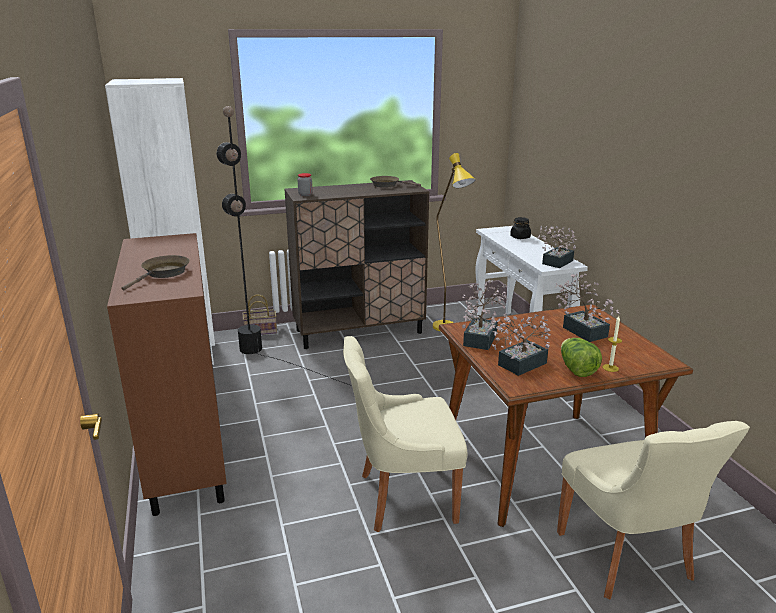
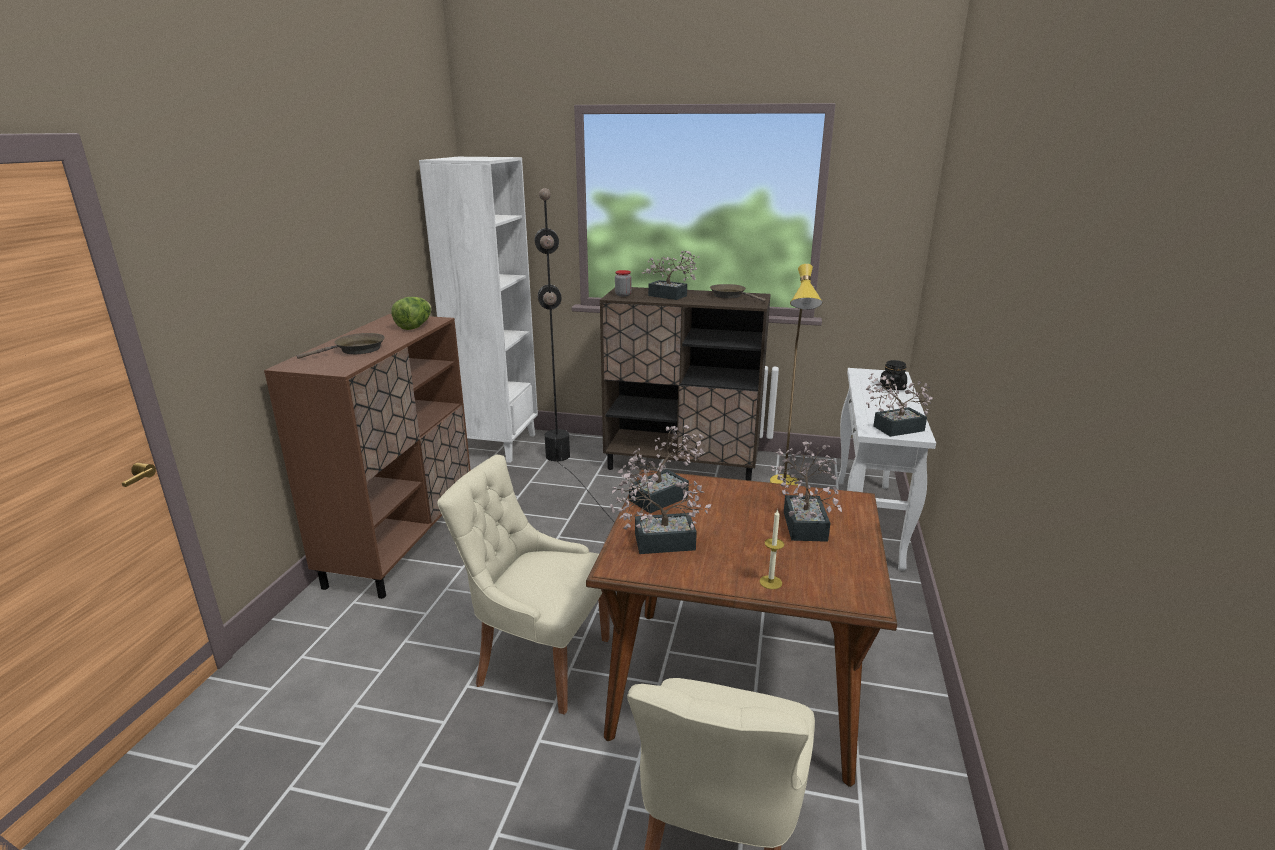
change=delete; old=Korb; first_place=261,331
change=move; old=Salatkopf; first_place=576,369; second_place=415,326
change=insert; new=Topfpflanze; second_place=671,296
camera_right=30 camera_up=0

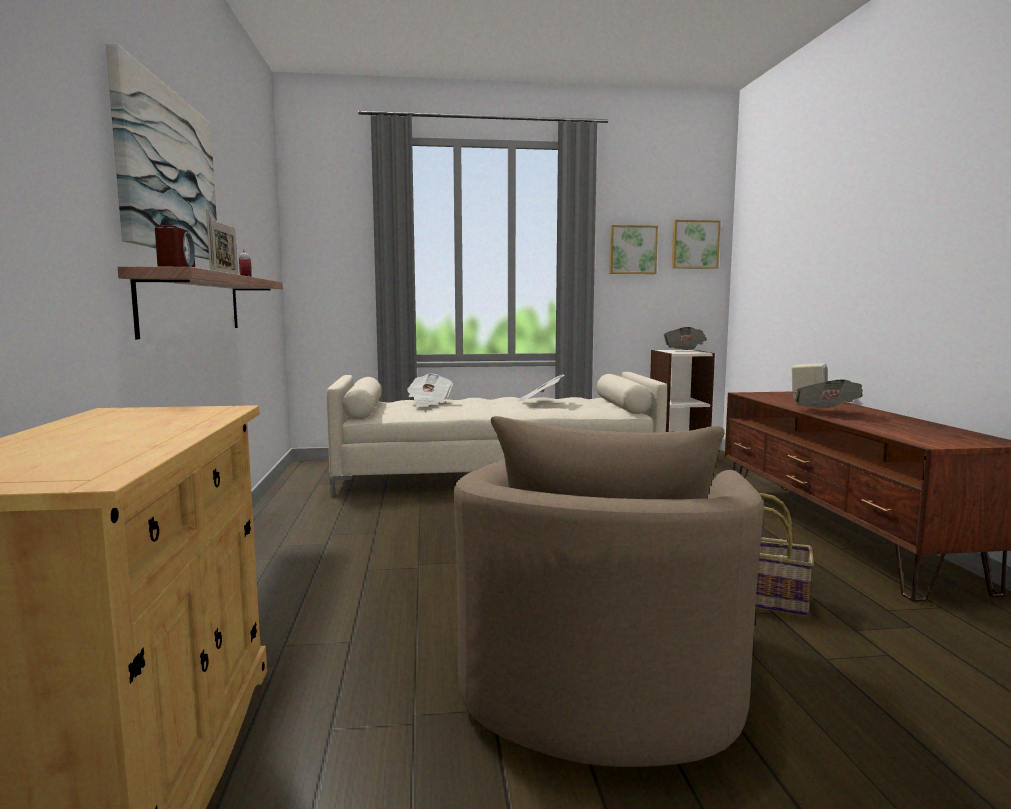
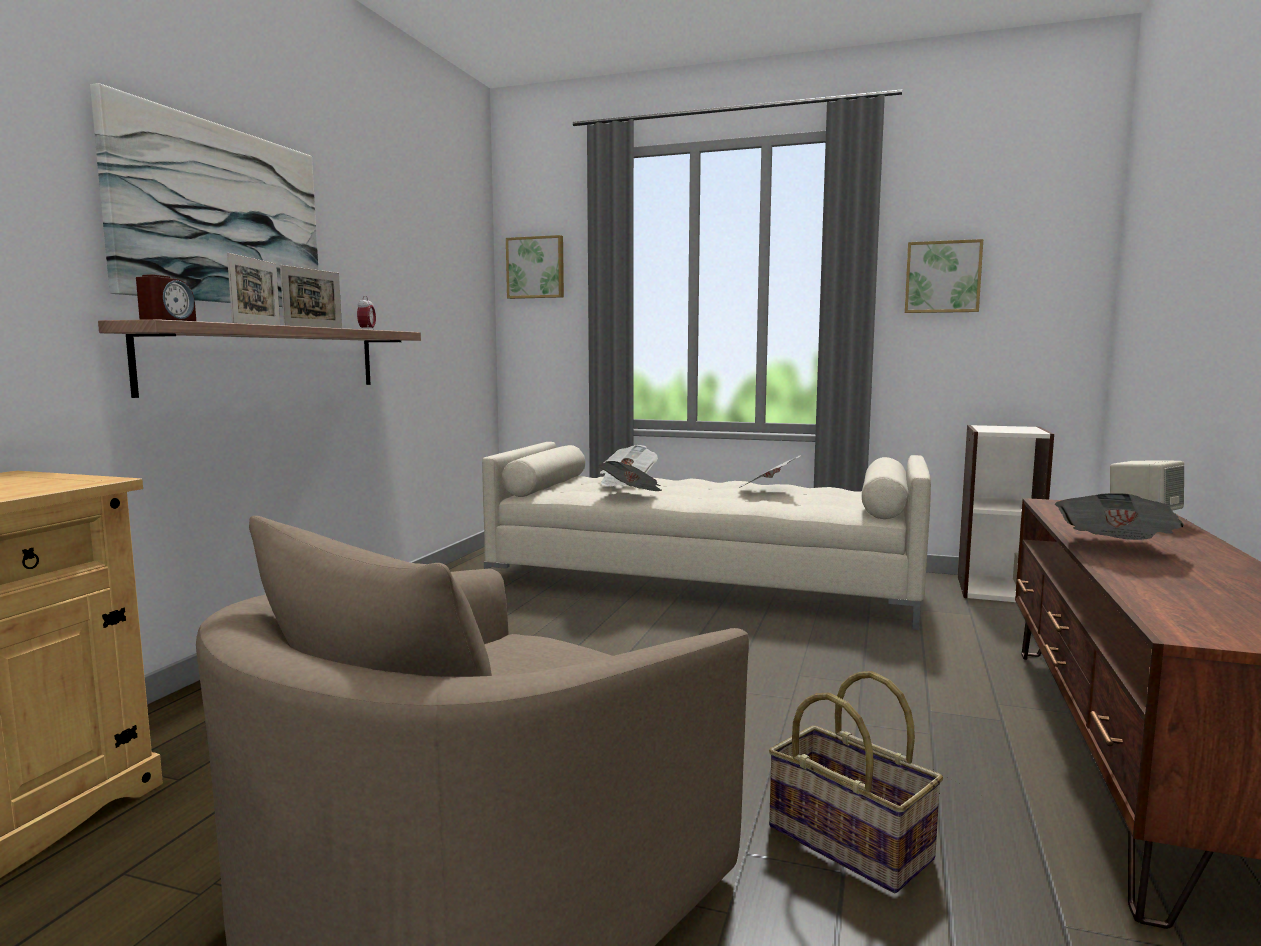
change=move; old=Bild; first_place=694,244; second_place=536,267
change=move; old=Zeitung; first_place=684,351; second_place=632,494
camera_right=25 camera_up=0

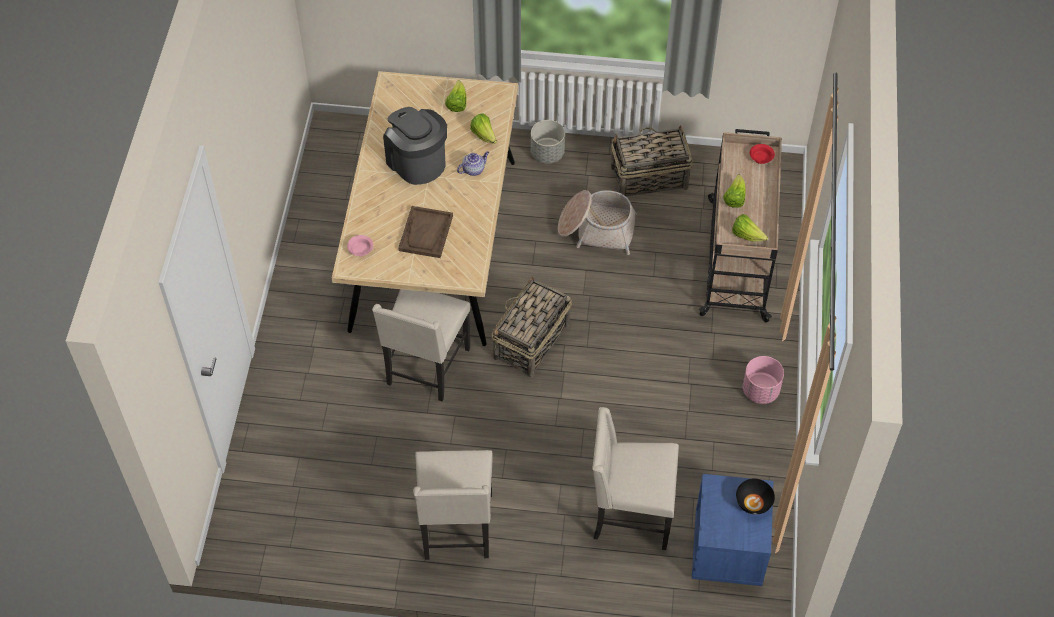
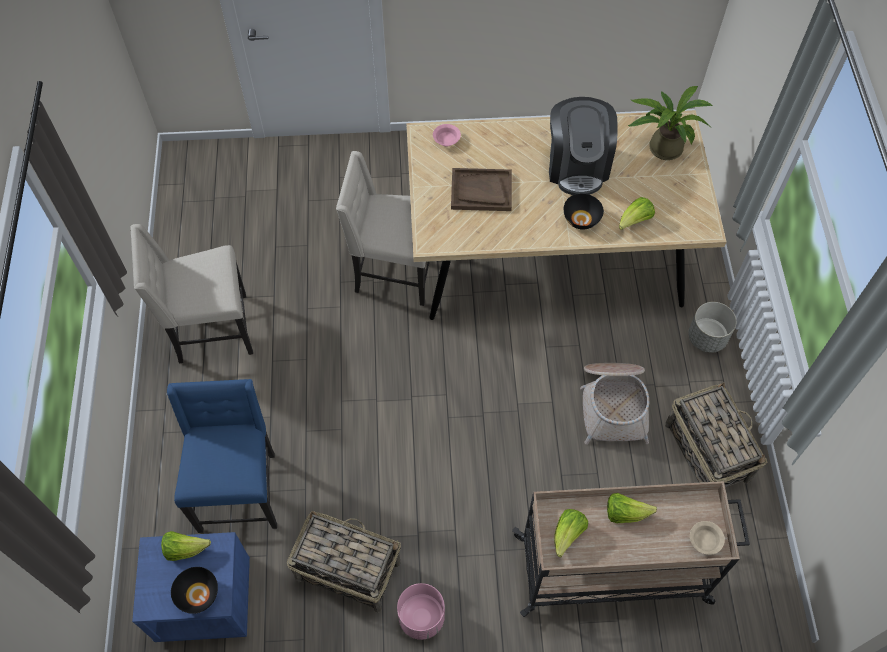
change=move; old=Salatkopf; first_place=457,103; second_place=185,549
change=rotate; old=Kaffeemaschine; first_place=416,161; second_place=577,166; degrees=135
change=recolor; old=Schüssel (rot); new=Schüssel (beige); first_place=761,158; second_place=704,540
change=replace; old=Teekanne; new=Schüssel (schwarz); first_place=473,169; second_place=582,219
change=move; old=Korb; first_place=531,342; second_place=347,570
change=recolor; old=Stuhl (beige); new=Stuhl (blau); first_place=630,515; second_place=239,490
change=insert; new=Topfpflanze; second_place=661,146
camera_right=80 camera_up=5

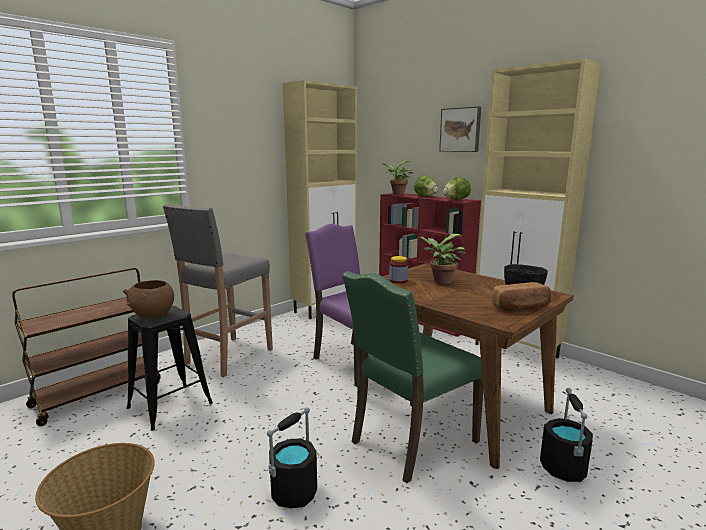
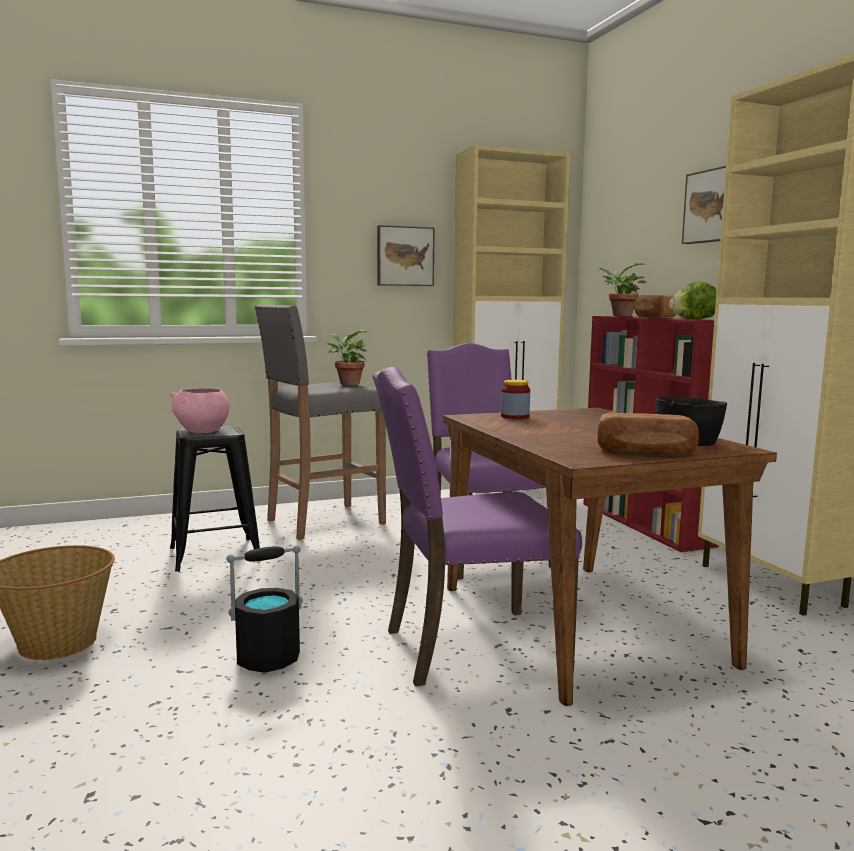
change=replace; old=Salatkopf; new=Brot; first_place=425,197; second_place=653,317
change=move; old=Topfpflanze; first_place=440,281; second_place=347,384
change=delete; old=Rollwagen (braun); first_place=98,394
change=recolor; old=Stuhl (grün); new=Stuhl (lila); first_place=410,441; second_place=469,648
change=recolor; old=Schüssel (braun); new=Schüssel (rosa); first_place=153,316; second_place=202,431
change=delete; old=Eimer (schwarz); first_place=564,468
change=insert; new=Bild; second_place=404,256
camera_right=25 camera_up=-5

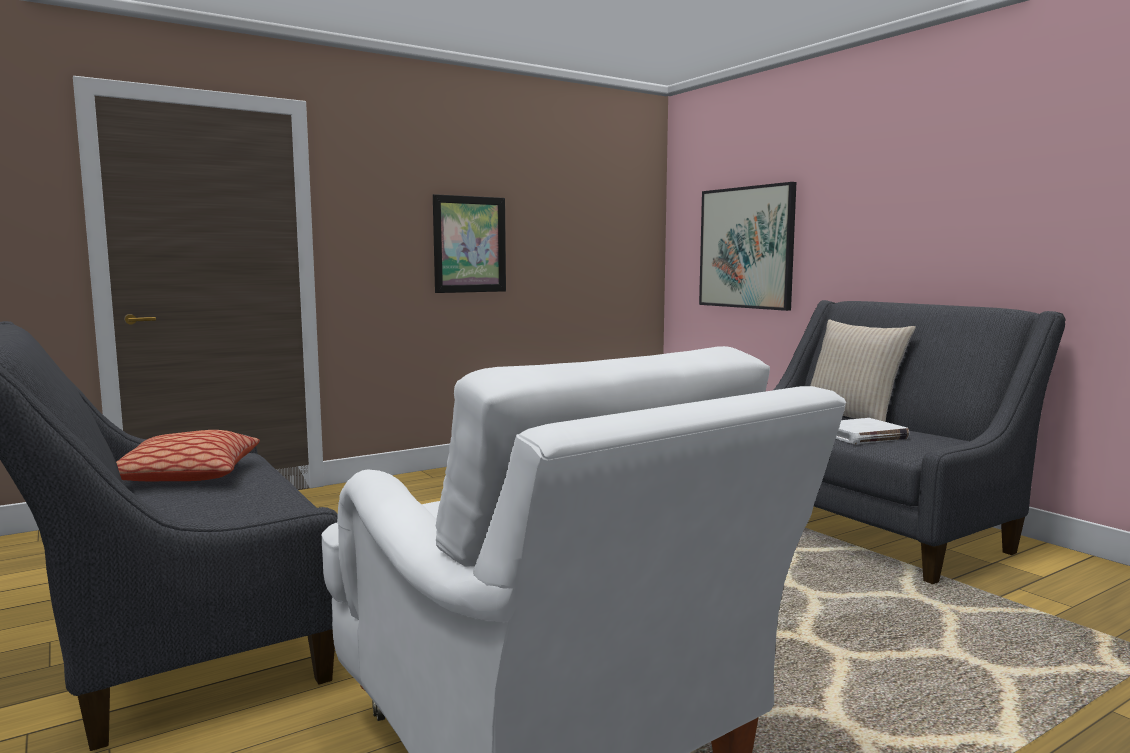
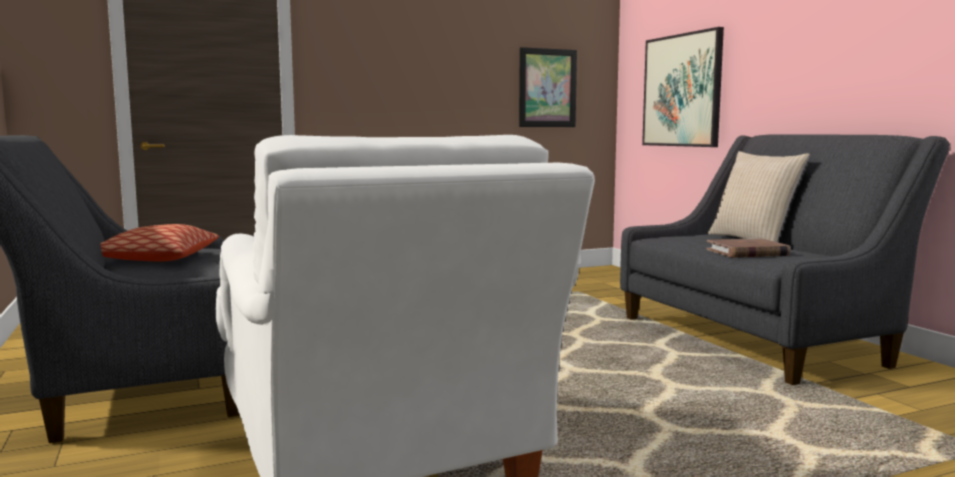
change=move; old=Bild; first_place=469,244; second_place=547,88
change=recolor; old=Buch (weiß); new=Buch (braun); first_place=862,436; second_place=747,252
camera_right=10 camera_up=0

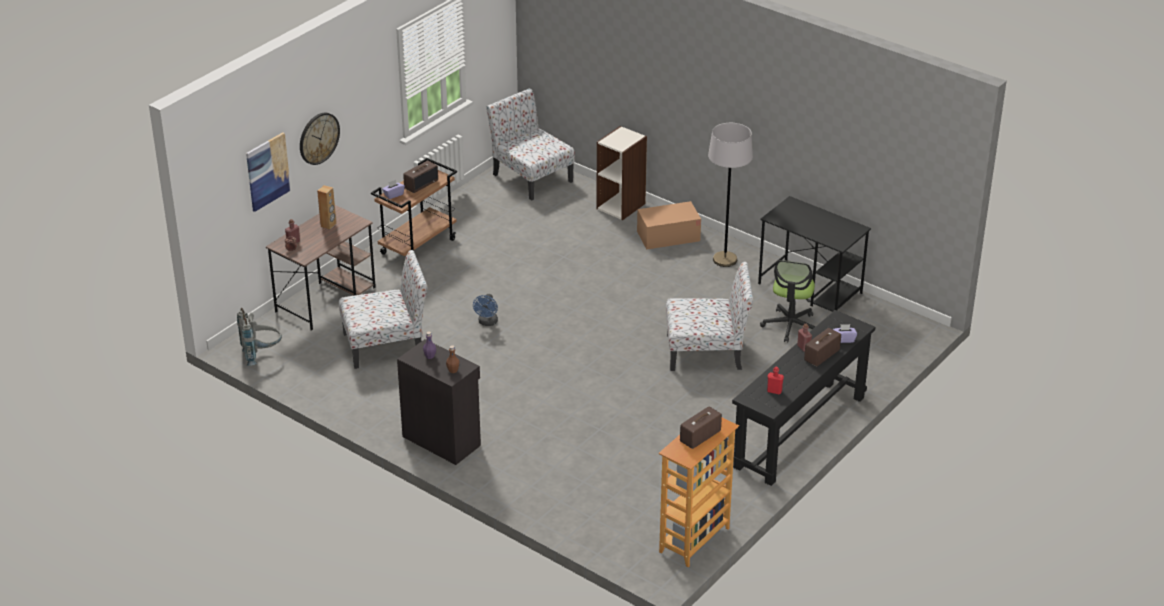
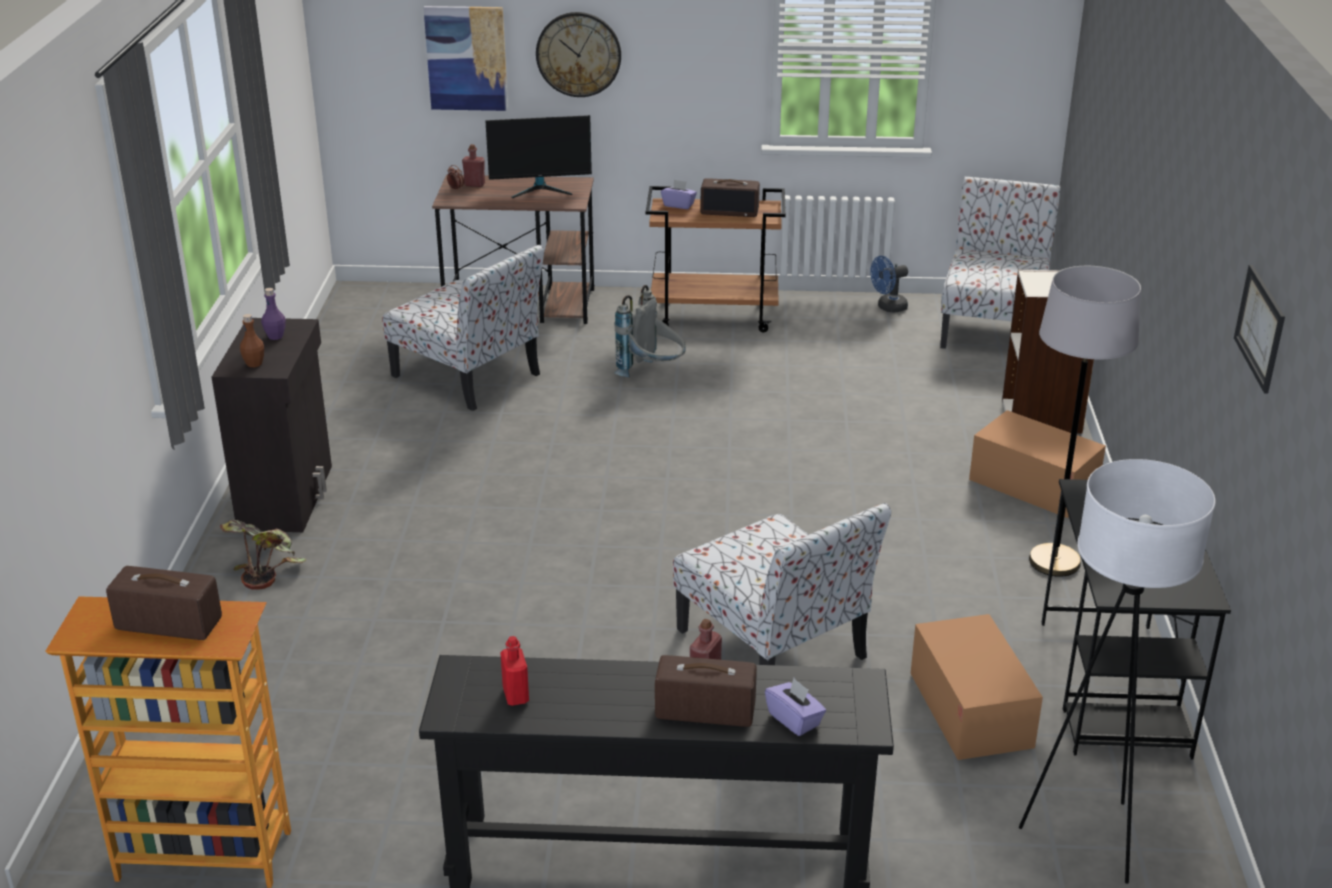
change=replace; old=Lautsprecher (braun); new=Monitor; first_place=328,225; second_place=541,189
change=replace; old=Bürostuhl; new=Karton; first_place=790,325; second_place=970,709
change=move; old=Ventilator (blau); first_place=487,323; second_place=888,307
change=move; old=Rucksack (grau); first_place=261,355; second_place=652,374
change=insert; new=Bild; second_place=1260,327
change=insert; new=Stehlampe (weiß); second_place=1087,836
change=insert; new=Topfpflanze; second_place=264,567
camera_right=55 camera_up=-5

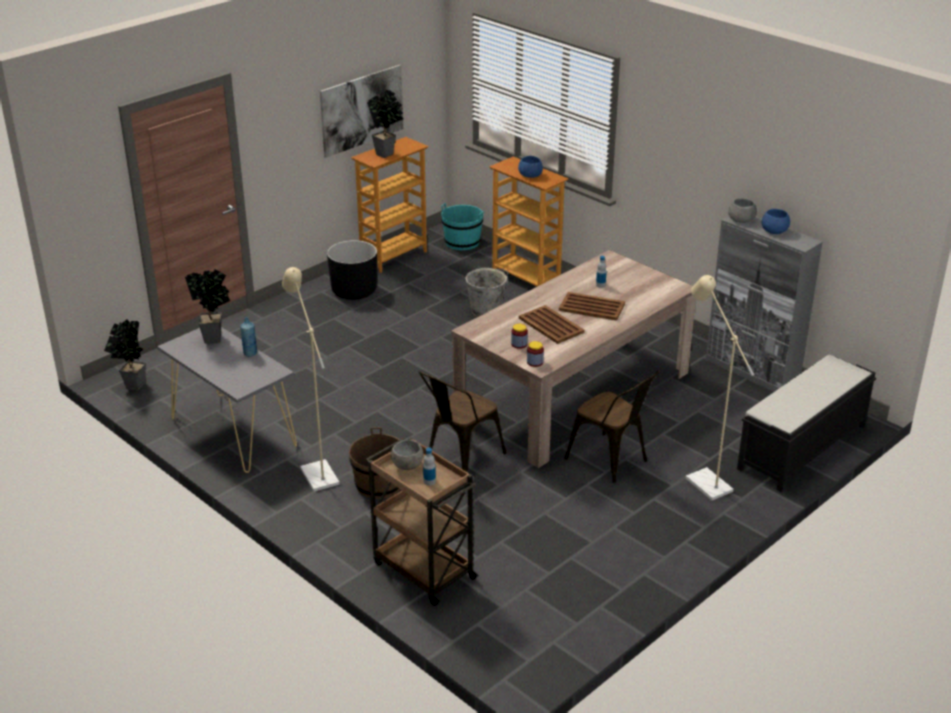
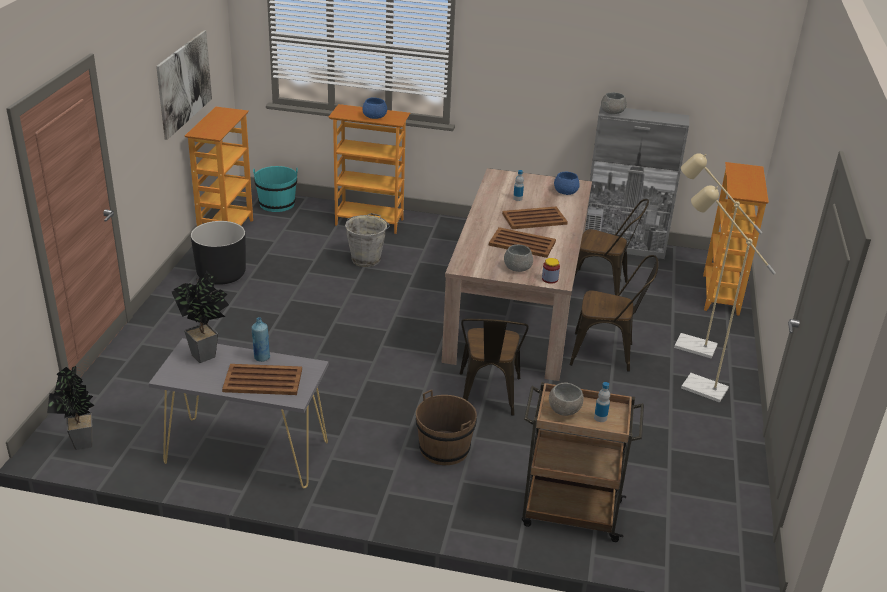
change=delete; old=Topfpflanze; first_place=387,154
change=move; old=Schüssel (blau); first_place=774,230; second_place=565,192
change=move; old=Stehlampe (beige); first_place=316,471; second_place=696,385
change=replace; old=Vorratsglas; new=Schüssel (grau); first_place=519,344; second_place=517,267
change=replace; old=Bank (schwarz); new=Bücherregal; first_place=801,448; second_place=721,295
change=insert; new=Stuhl (braun); second_place=602,288
change=insert; new=Tablett (braun); second_place=262,380
camera_right=-35 camera_up=0

